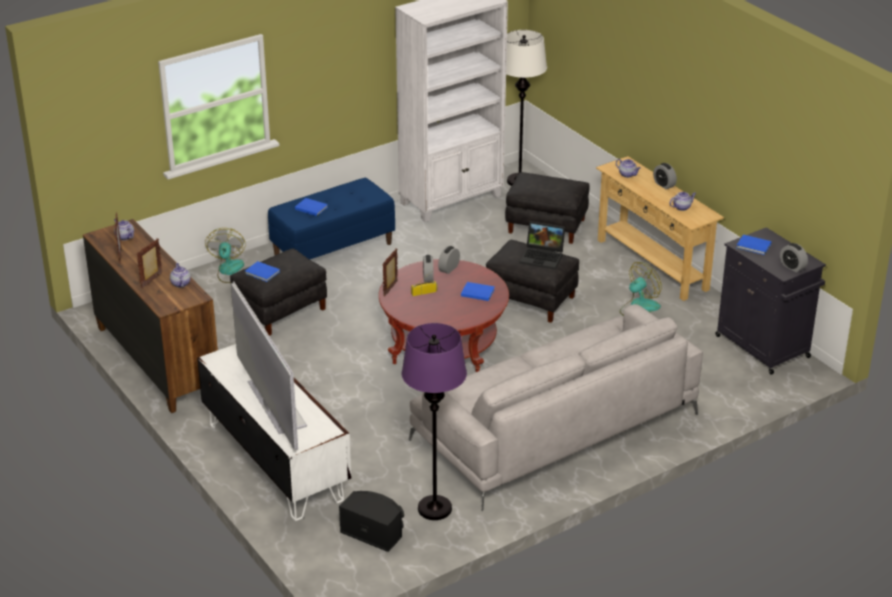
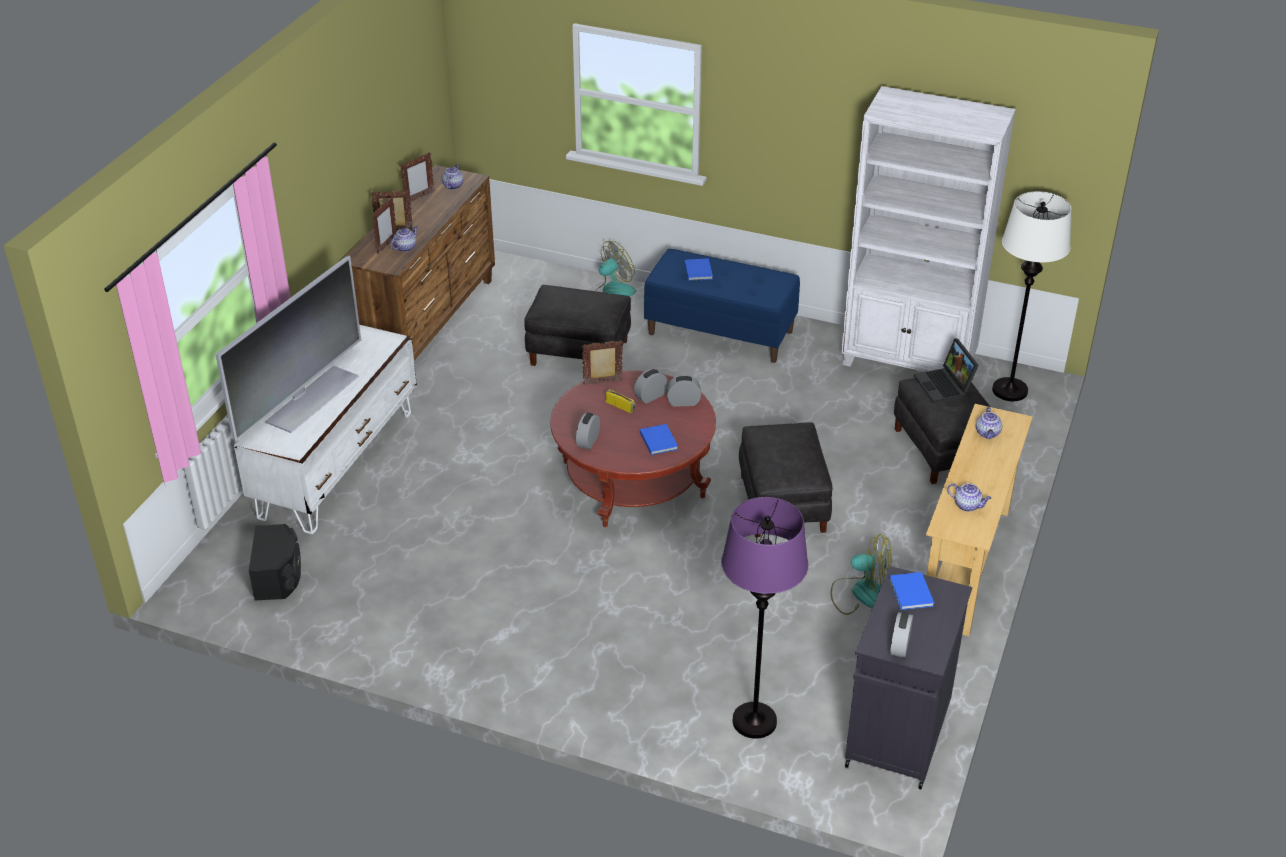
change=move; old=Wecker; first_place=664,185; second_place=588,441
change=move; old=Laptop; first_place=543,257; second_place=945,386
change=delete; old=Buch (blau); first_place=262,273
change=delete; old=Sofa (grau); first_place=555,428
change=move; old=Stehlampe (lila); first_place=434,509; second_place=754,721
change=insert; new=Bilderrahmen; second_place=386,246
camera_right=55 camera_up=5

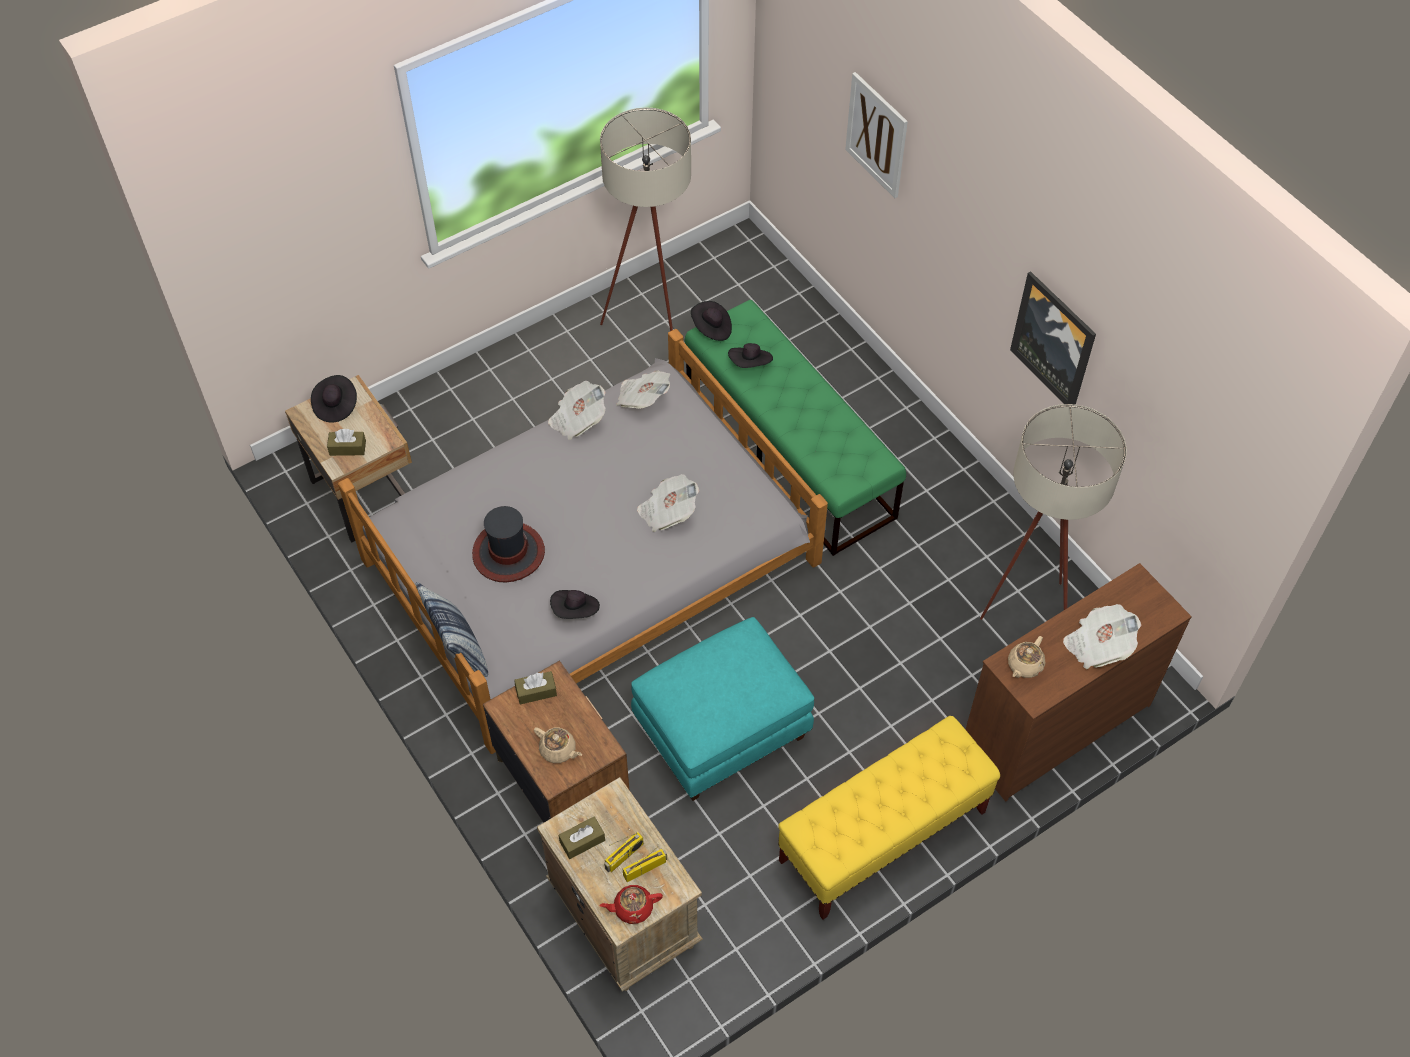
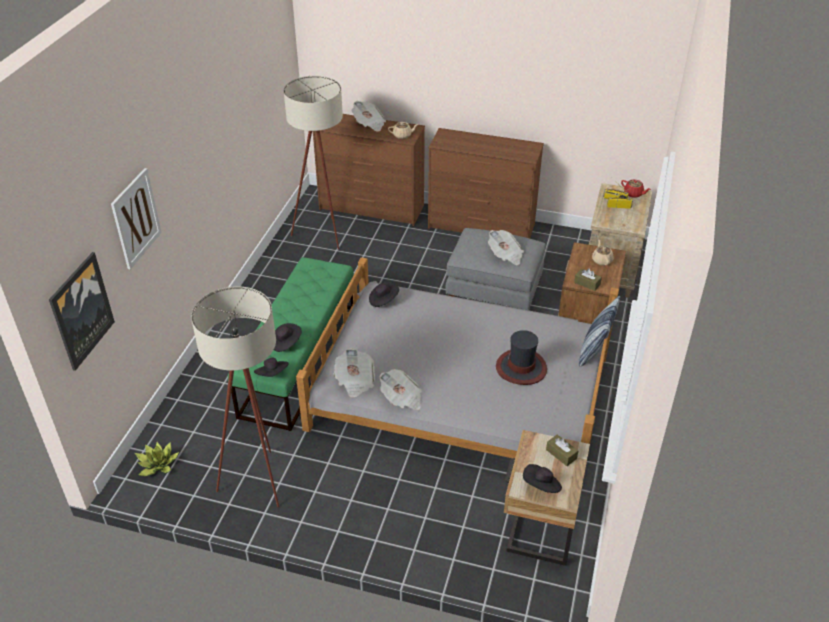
change=move; old=Bild; first_place=1054,340; second_place=81,311
change=move; old=Zeitung; first_place=667,512; second_place=505,255
change=move; old=Hut (schwarz); first_place=576,611; second_place=383,300
change=recolor; old=Polsterhocker (türkis); new=Polsterhocker (grau); first_place=721,729; second_place=493,293
change=replace; old=Bank (gelb); new=Kommode (braun); first_place=882,837; second_place=481,227
change=delete; old=Taschentuchbox (braun); first_place=582,841
change=insert; new=Topfpflanze; second_place=157,465
camera_right=-130 camera_up=-15

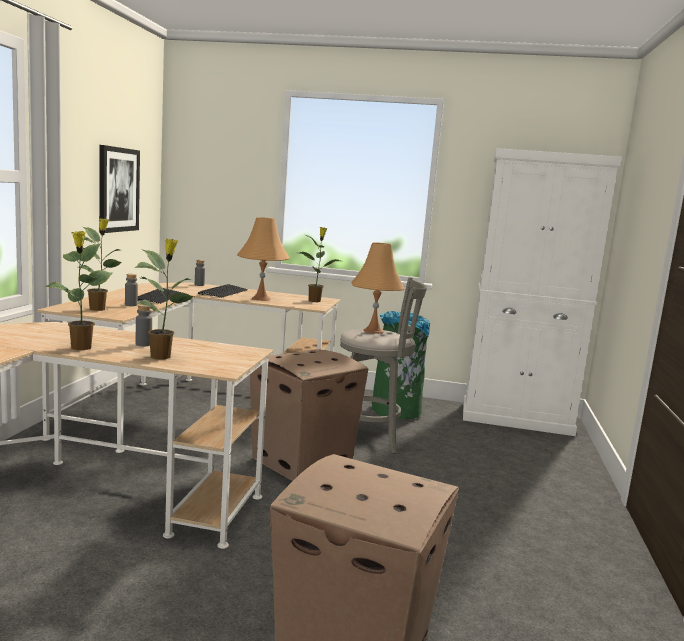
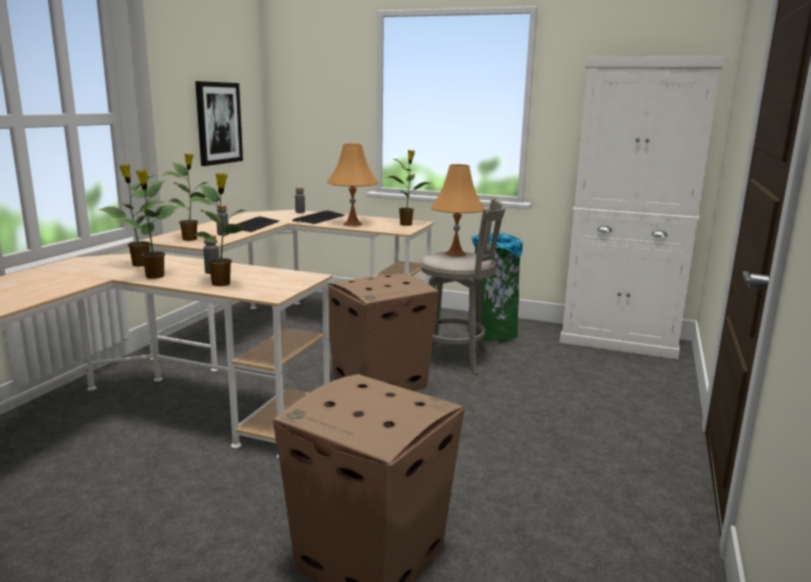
change=insert; new=Topfpflanze; second_place=140,264
camera_right=10 camera_up=5

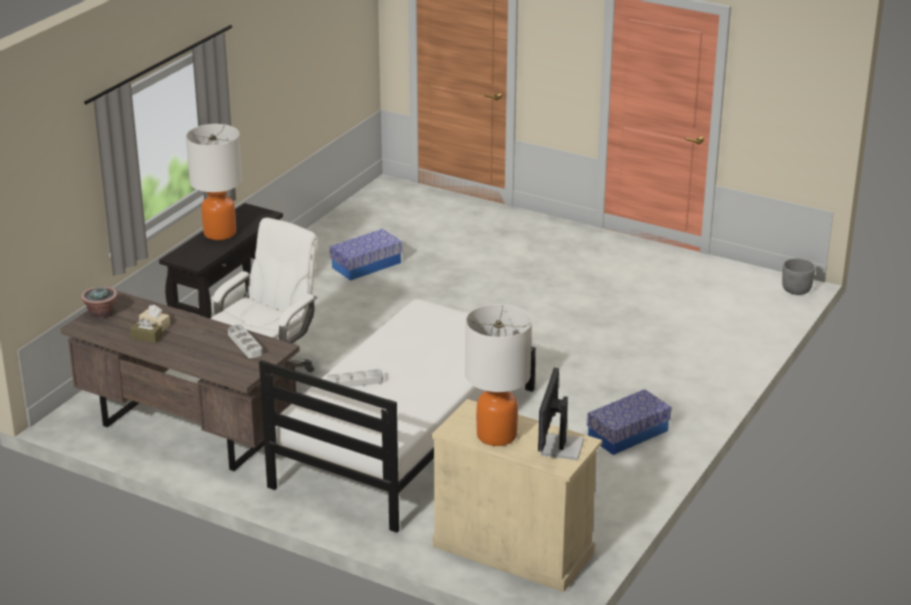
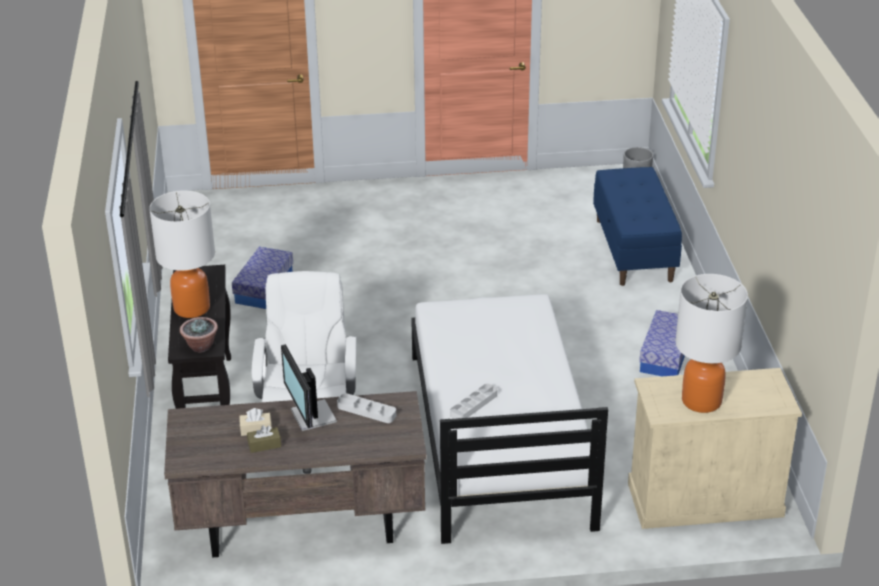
change=move; old=Topfpflanze; first_place=101,313; second_place=200,346
change=move; old=Monitor; first_place=560,447; second_place=311,416
change=insert; new=Bank (blau); second_place=634,250
camera_right=-35 camera_up=5

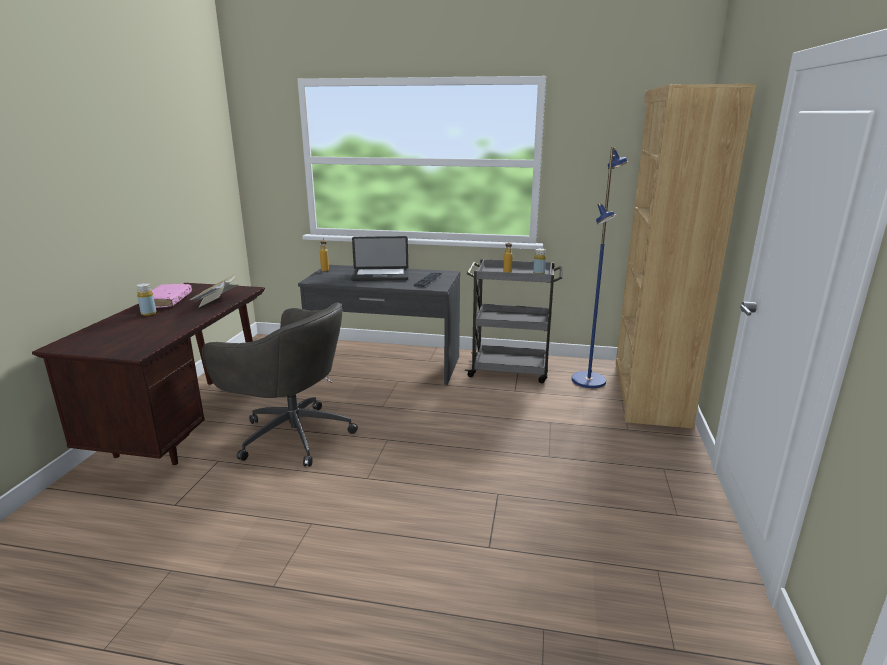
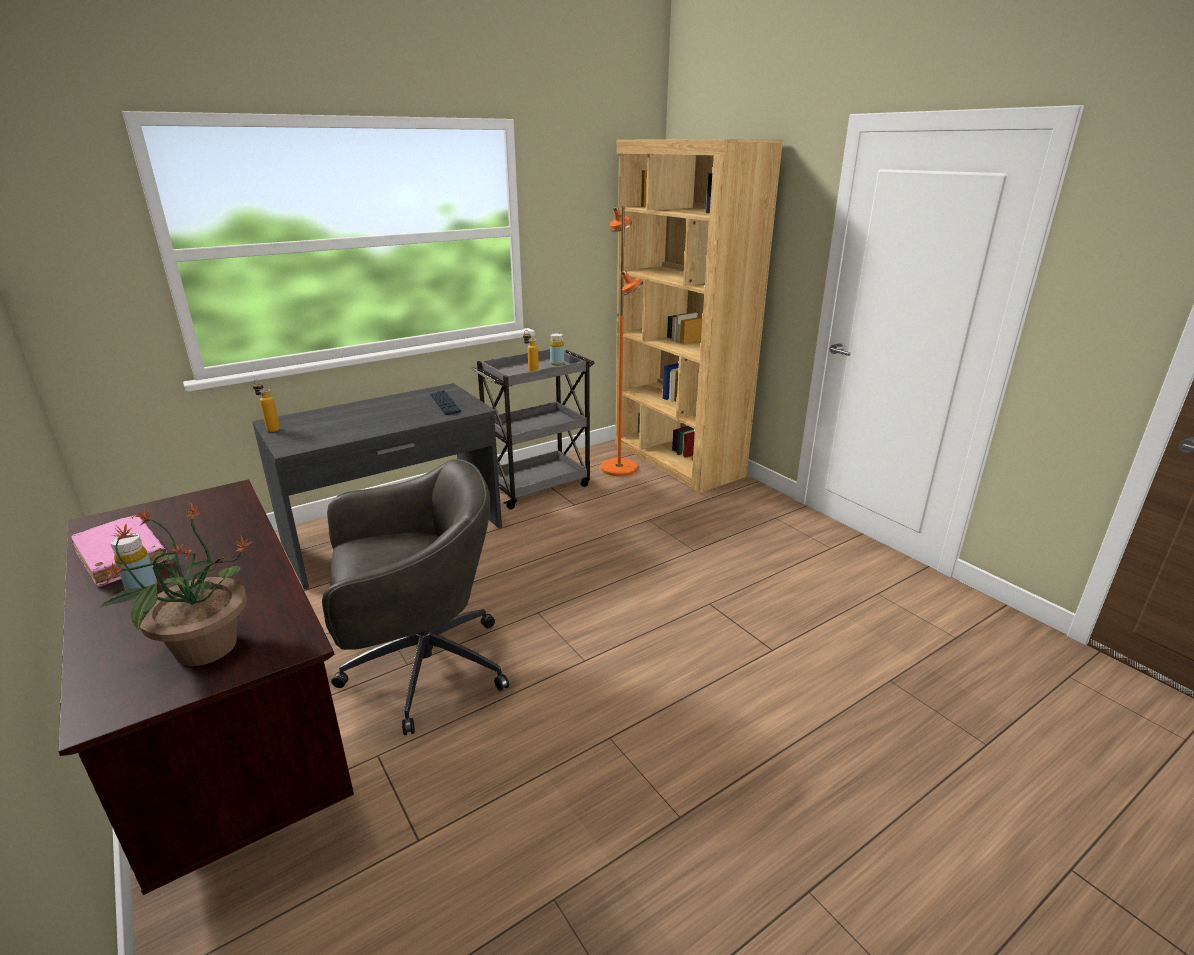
change=recolor; old=Stehlampe (blau); new=Stehlampe (orange); first_place=589,381; second_place=619,468
change=delete; old=Laptop; first_place=380,276
change=delete; old=Buch; first_place=217,301
change=insert; new=Topfpflanze; second_place=204,647
camera_right=-45 camera_up=5

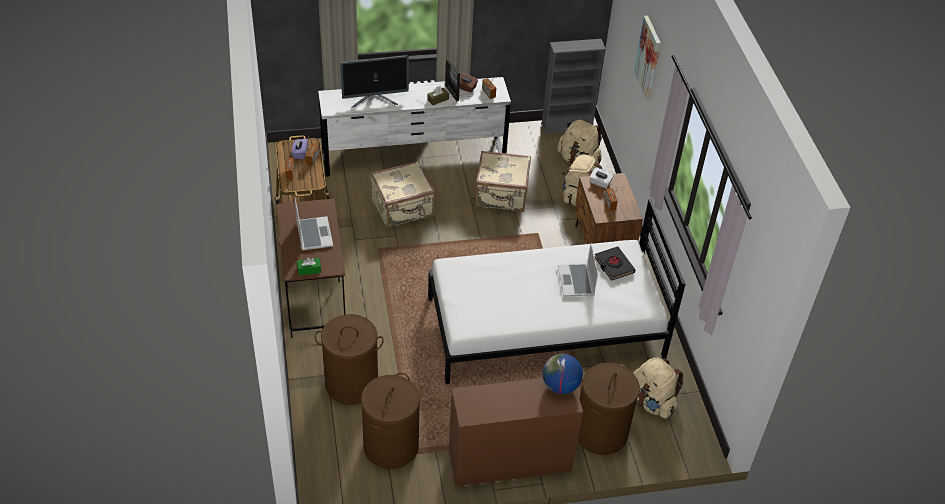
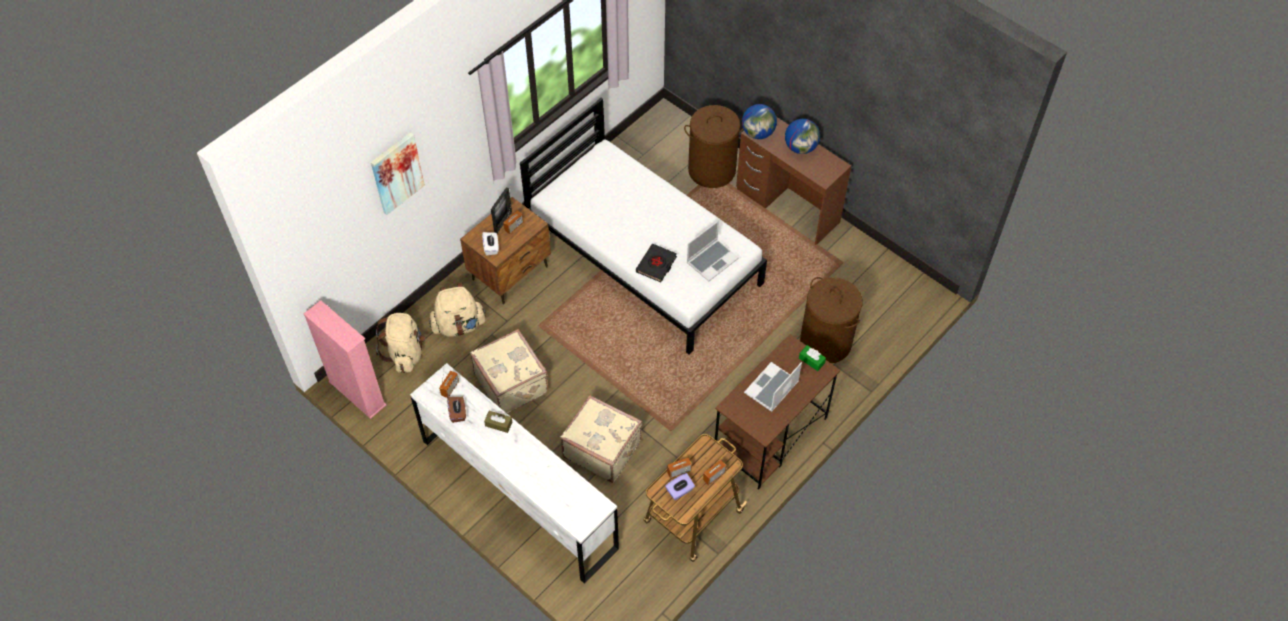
change=recolor; old=Bücherregal (grau); new=Bücherregal (rosa); first_place=567,126; second_place=357,393
change=delete; old=Monitor; first_place=375,100
change=move; old=Bilderrahmen; first_place=451,93; second_place=503,222
change=move; old=Laptop; first_place=576,281; second_place=712,260
change=move; old=Buch (schwarz); first_place=614,265; second_place=656,265
change=delete; old=Rucksack (beige); first_place=651,402
change=delete; old=Wäschekorb (braun); first_place=391,446
change=insert; new=Globus; second_place=801,147
camera_right=-125 camera_up=10

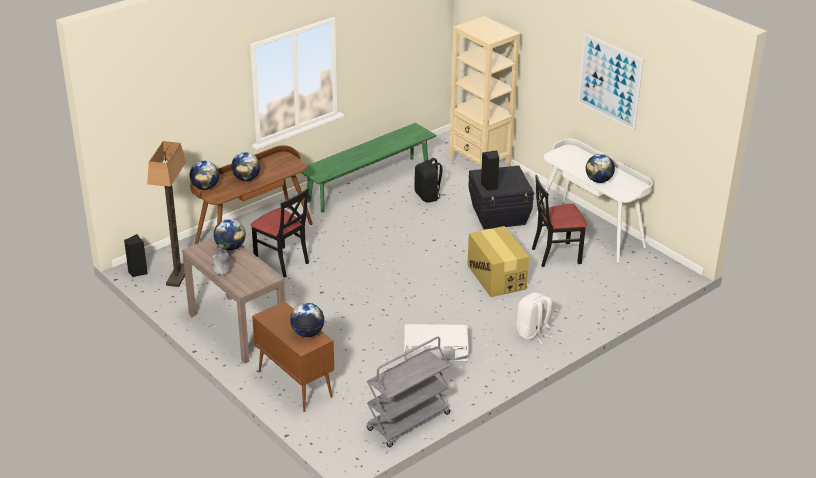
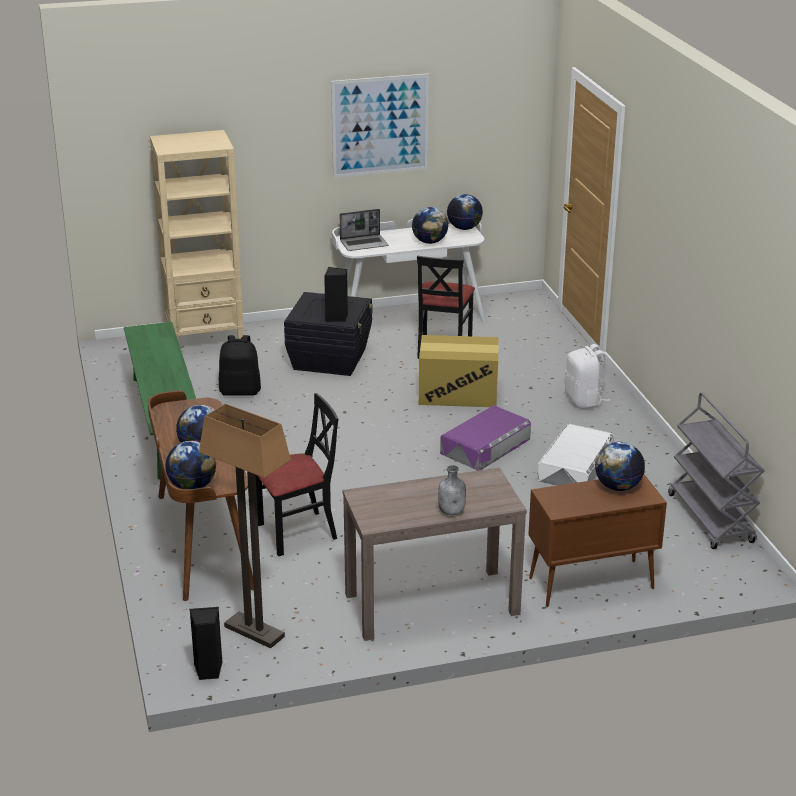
change=move; old=Globus; first_place=230,247; second_place=464,228
change=insert; new=Laptop; second_place=364,244
change=insert; new=Aufbewahrungsbox (lila); second_place=485,446
camera_right=-65 camera_up=-5

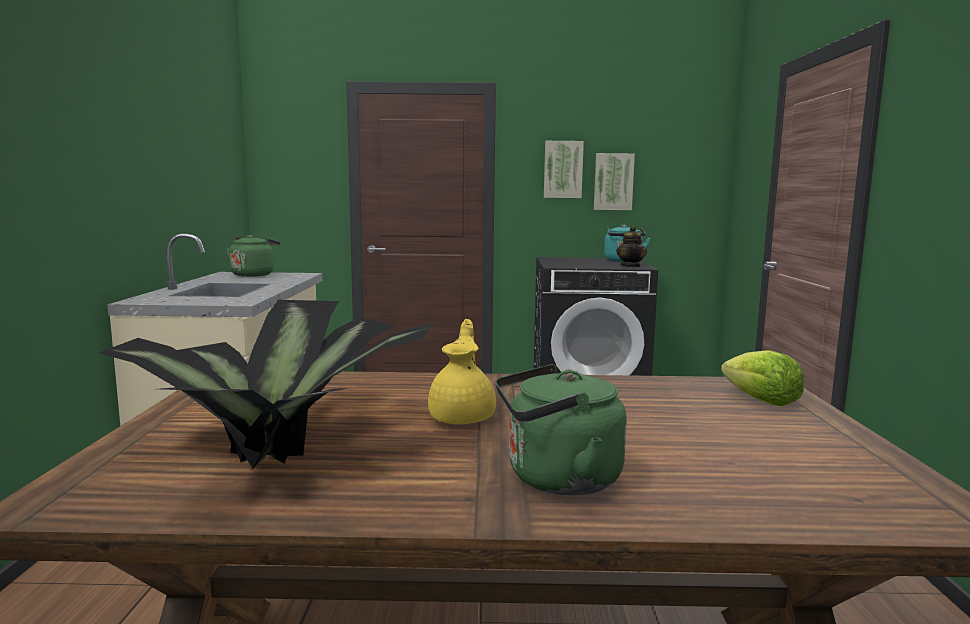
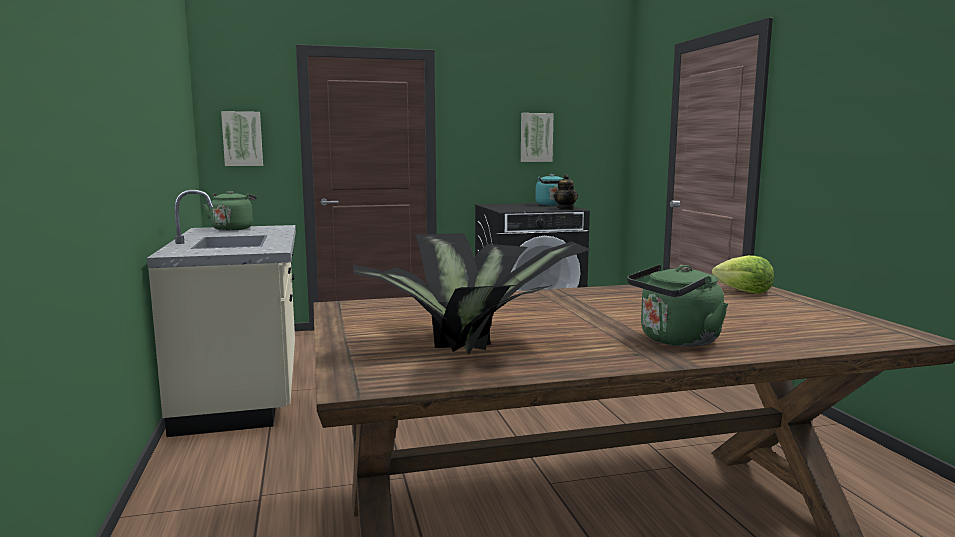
change=move; old=Bild; first_place=563,169; second_place=242,139
change=delete; old=Teekanne (gelb); first_place=463,417
camera_right=-15 camera_up=0

